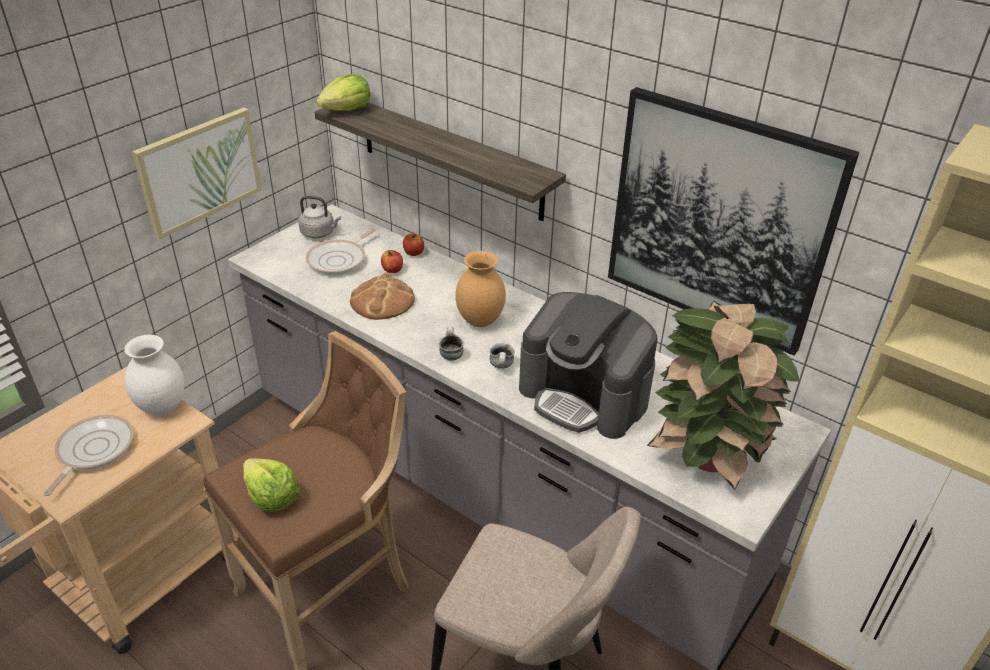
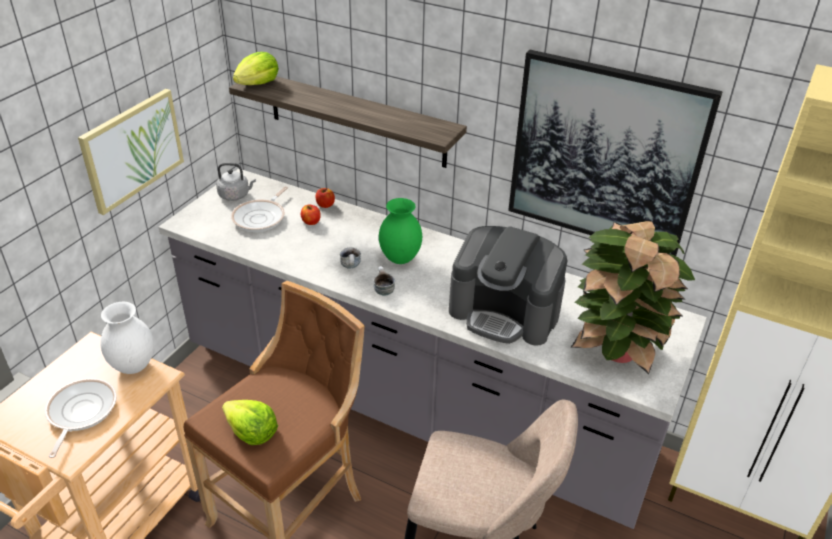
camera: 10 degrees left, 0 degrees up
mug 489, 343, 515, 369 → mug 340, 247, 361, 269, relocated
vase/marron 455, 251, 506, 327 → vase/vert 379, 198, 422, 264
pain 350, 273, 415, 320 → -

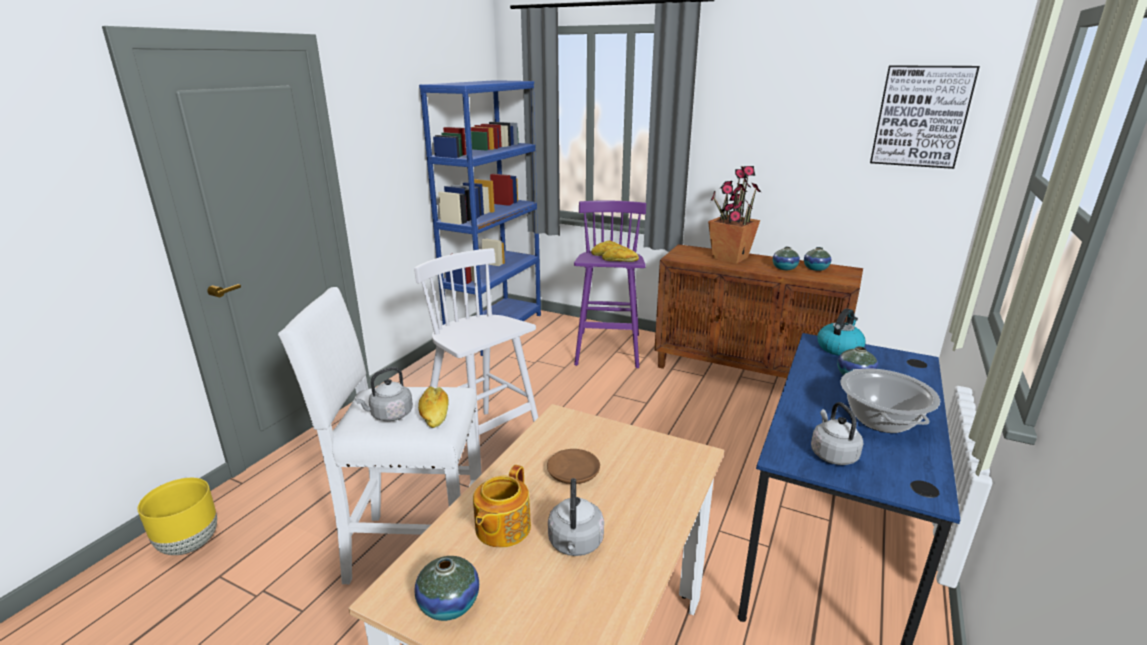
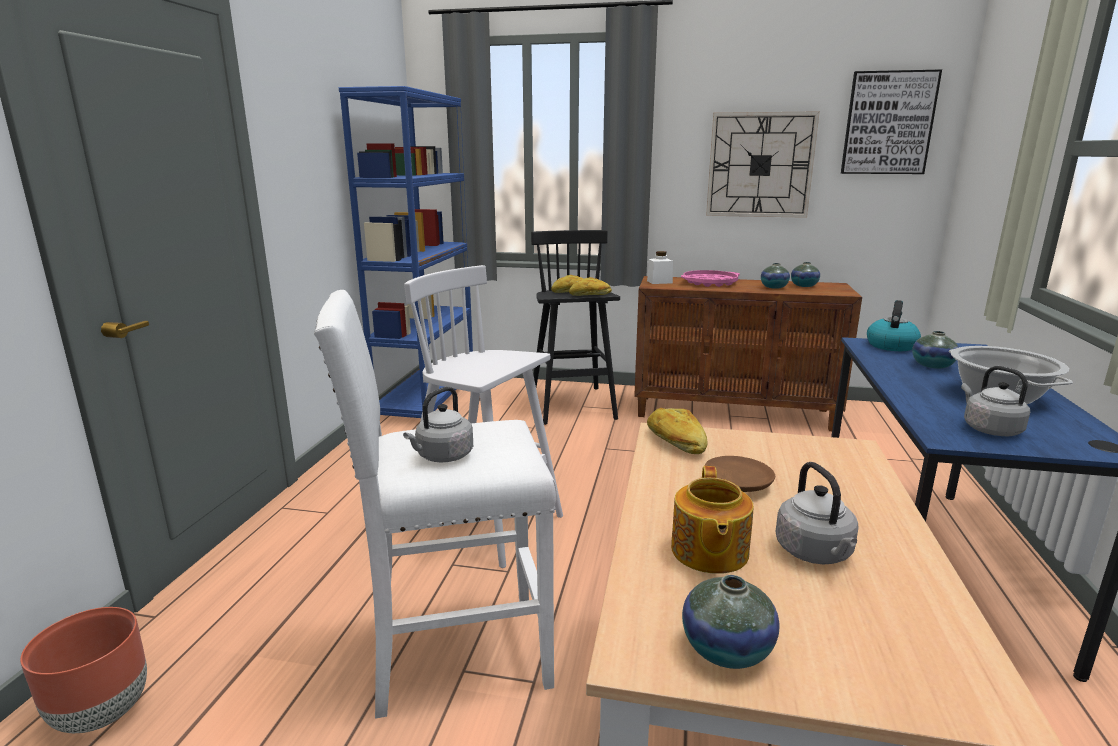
camera: 15 degrees left, 5 degrees down
cache-pot/jaune 137, 478, 217, 555 → cache-pot/marron 20, 607, 147, 733
tabouret/violet 574, 201, 646, 368 → tabouret/noir 531, 230, 620, 425
- → bocal/blanc 647, 251, 673, 284
pain 418, 386, 449, 428 → pain 647, 408, 707, 454, relocated
plante en pot 708, 166, 761, 264 → plateau/rose 681, 270, 740, 287
- → horloge murale 706, 111, 820, 218

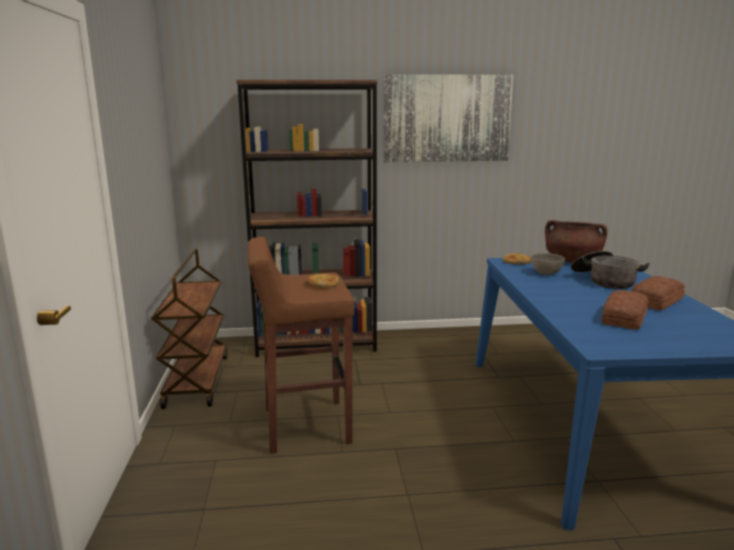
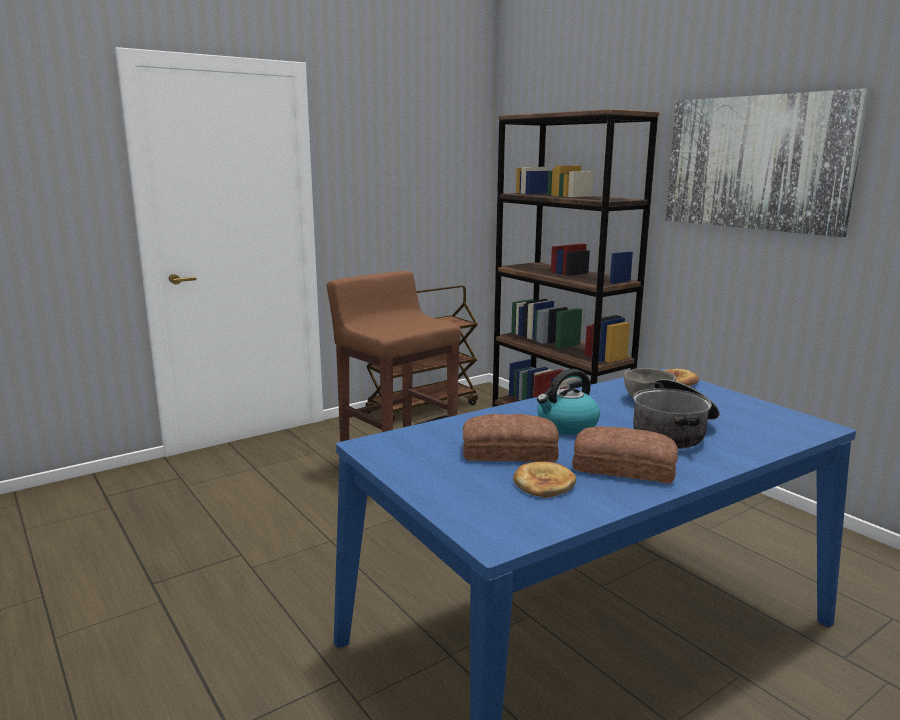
camera: 60 degrees right, 0 degrees up
pain 305, 274, 339, 288 → pain 513, 462, 576, 498, relocated
- → bouilloire 537, 369, 600, 435
marmite/marron 545, 220, 607, 263 → -

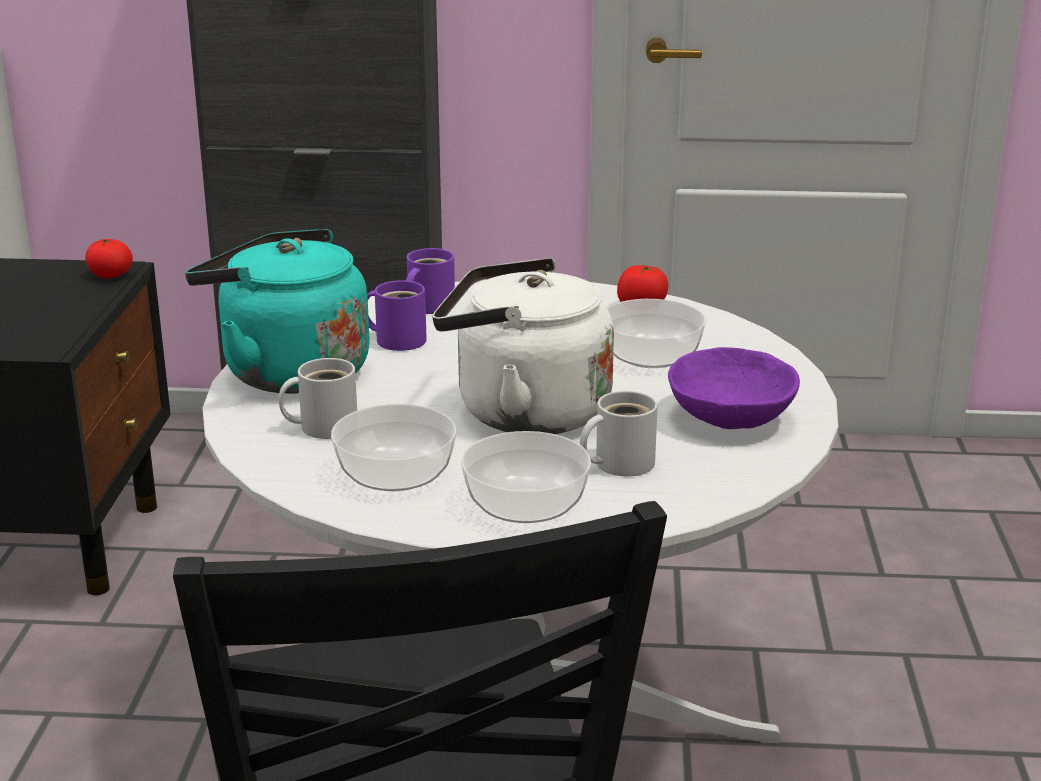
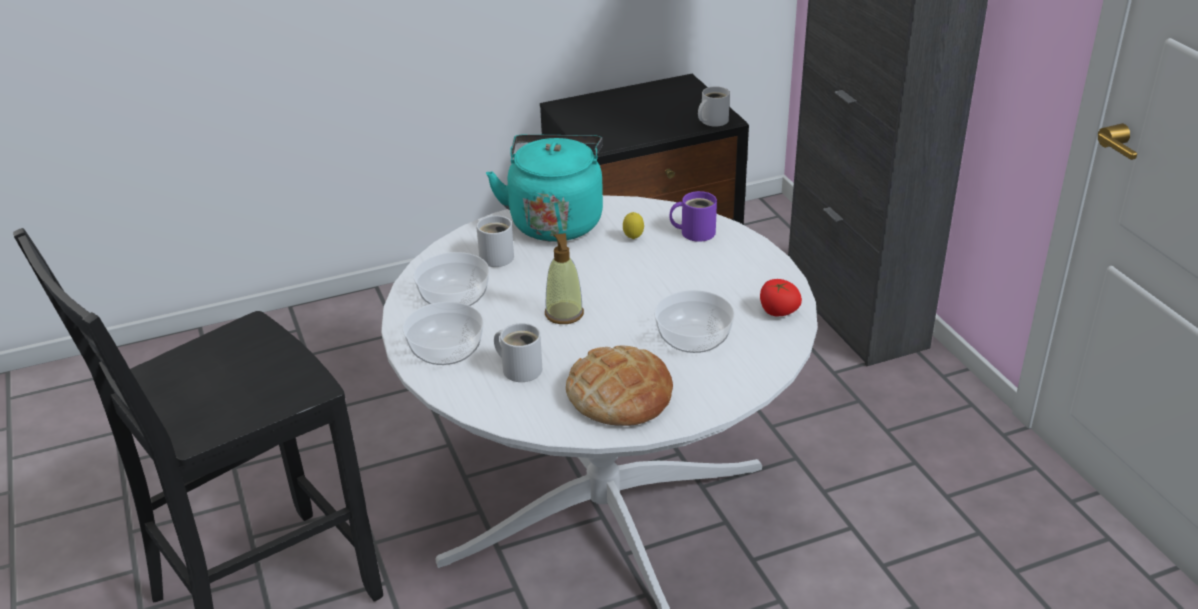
camera: 65 degrees right, 10 degrees up
bouilloire/blanc 432, 258, 614, 434 → distributeur de savon 545, 233, 584, 324
bol/violet 668, 347, 800, 429 → pain 566, 345, 673, 426
mug/violet 367, 280, 427, 351 → citron 623, 212, 644, 239
tomate 85, 239, 133, 278 → mug/blanc 698, 86, 730, 127

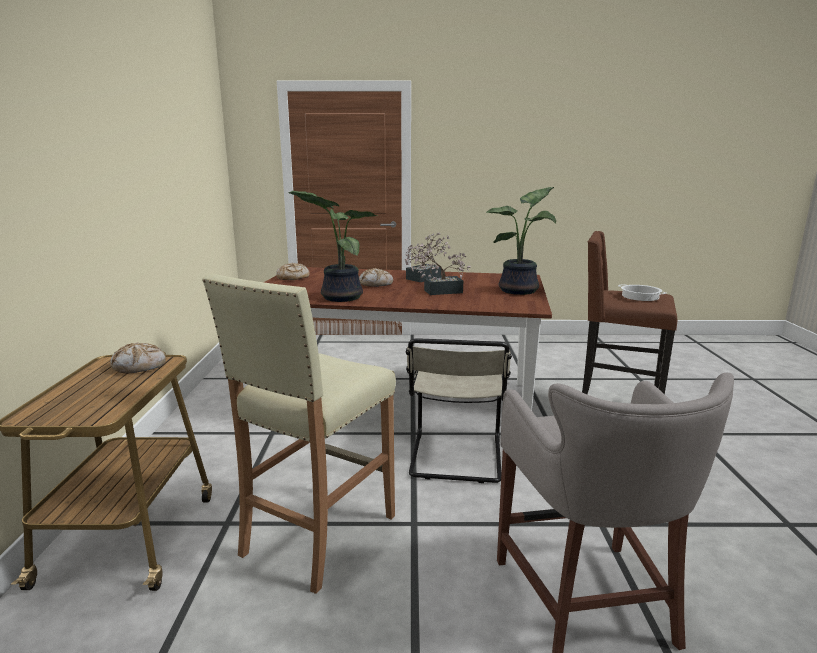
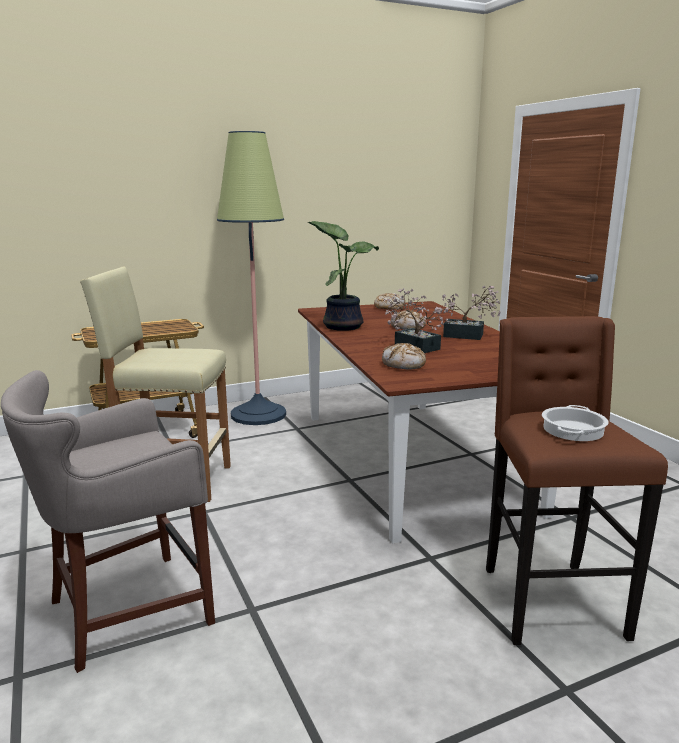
camera: 65 degrees right, 0 degrees up
- → lampadaire 217, 131, 286, 425
pain 110, 342, 166, 374 → pain 382, 343, 426, 370, relocated
chaise/beige 406, 338, 512, 483 → -
plante en pot 486, 187, 556, 295 → -

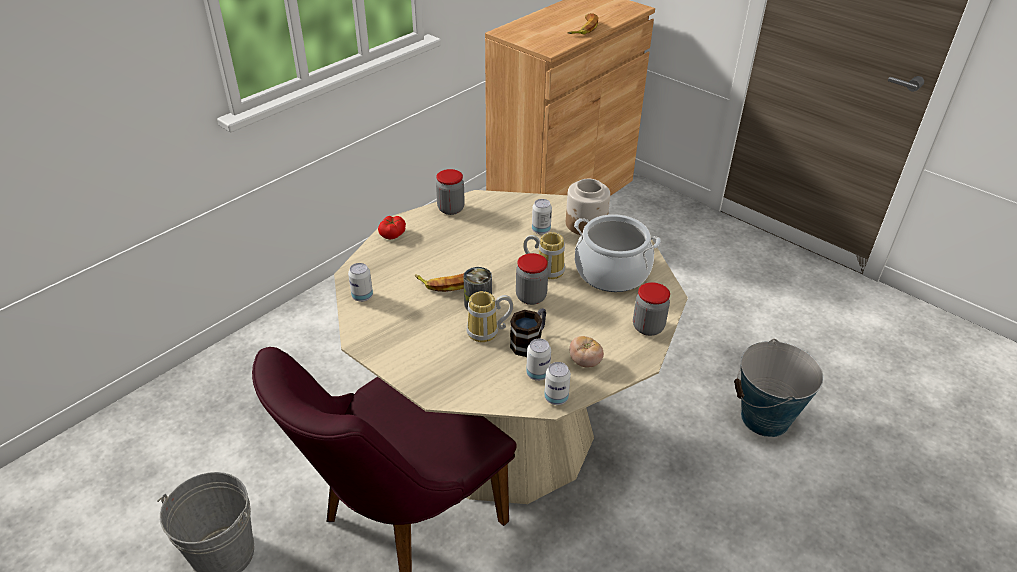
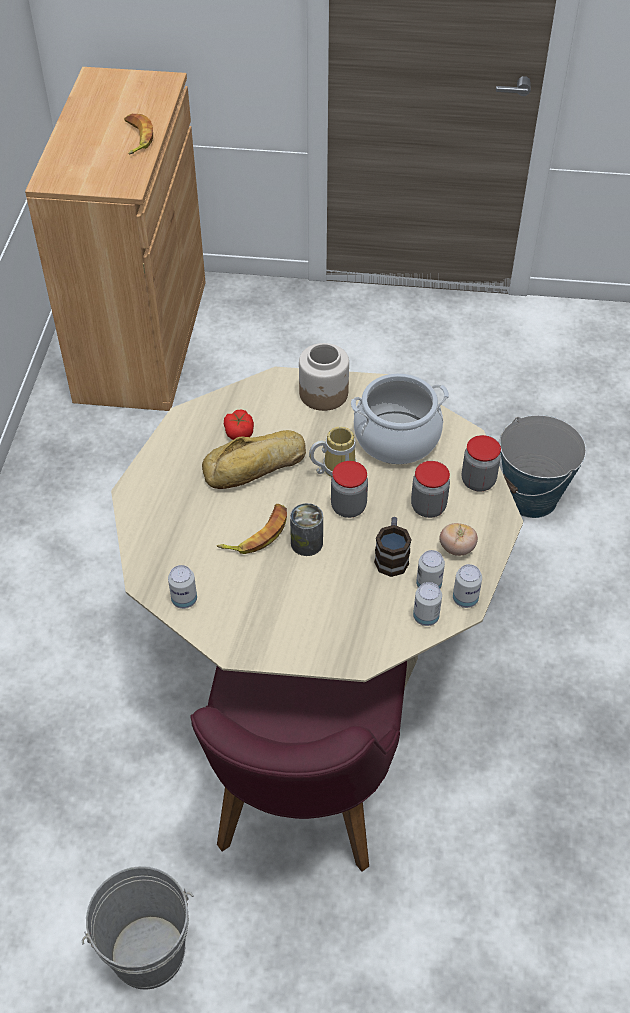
camera: 35 degrees left, 10 degrees up
- → pain 202, 430, 306, 489
tomate 378, 216, 406, 239 → tomate 224, 410, 254, 440, relocated
bocal 436, 169, 465, 215 → bocal 411, 461, 450, 518, relocated
boîte métallique 532, 199, 552, 235 → boîte métallique 413, 582, 442, 626, relocated
mug 466, 291, 513, 342 → -

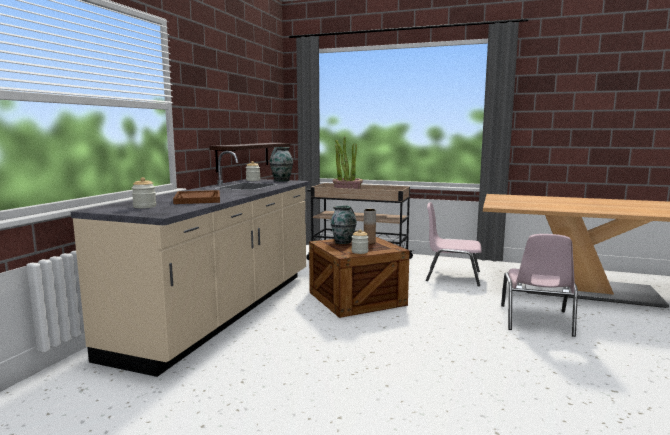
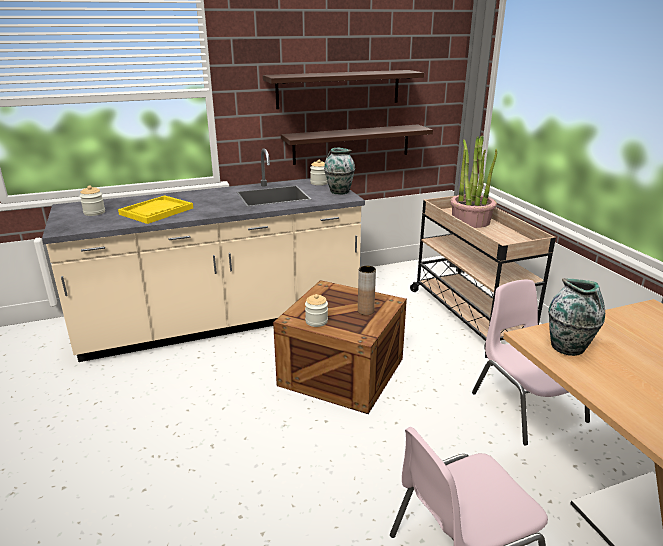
camera: 50 degrees right, 15 degrees up
plateau/marron 173, 190, 220, 204 → plateau/jaune 118, 195, 193, 224
- → étagère 263, 70, 424, 109
vase 331, 206, 357, 244 → vase 548, 278, 605, 356, relocated

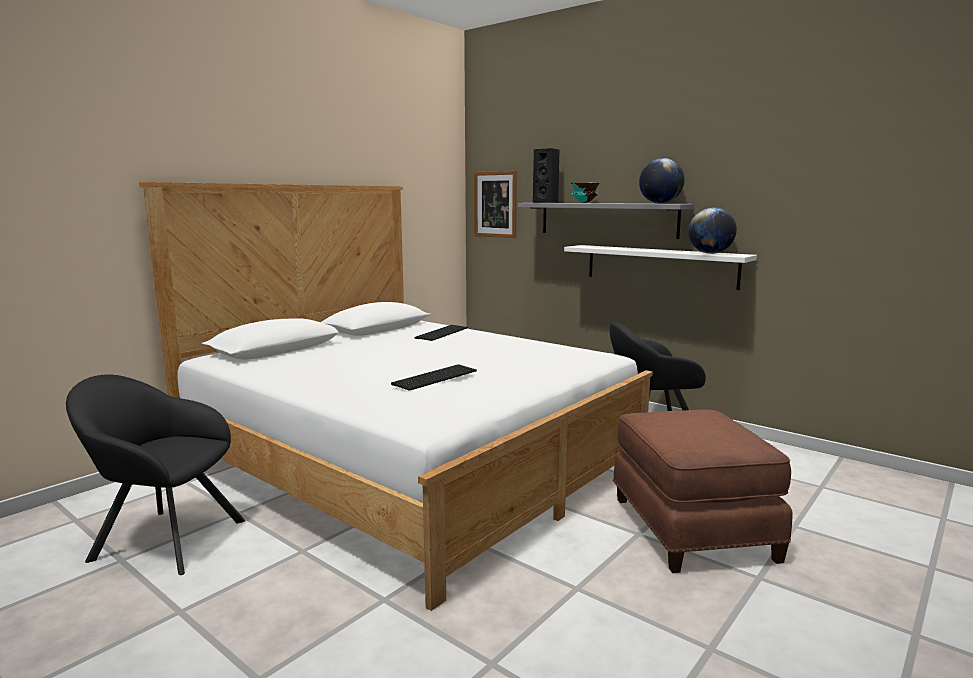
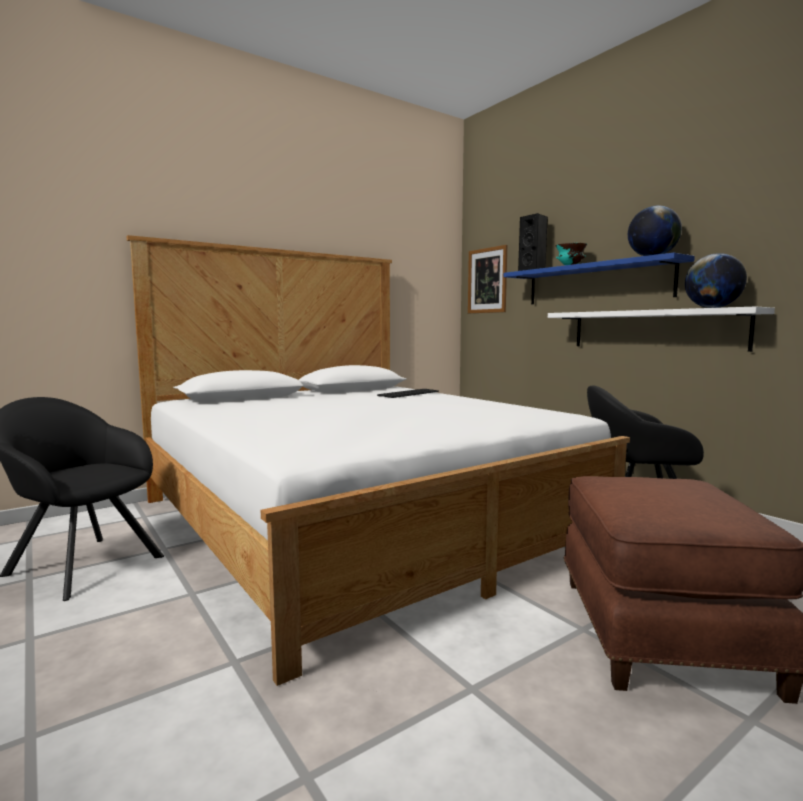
camera: 15 degrees right, 5 degrees down
étagère/gris 518, 203, 694, 239 → étagère/bleu 503, 253, 695, 304
clavier 391, 364, 477, 391 → -

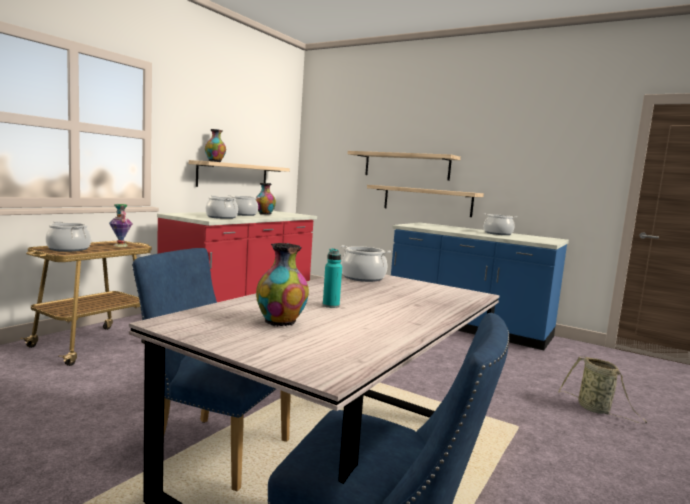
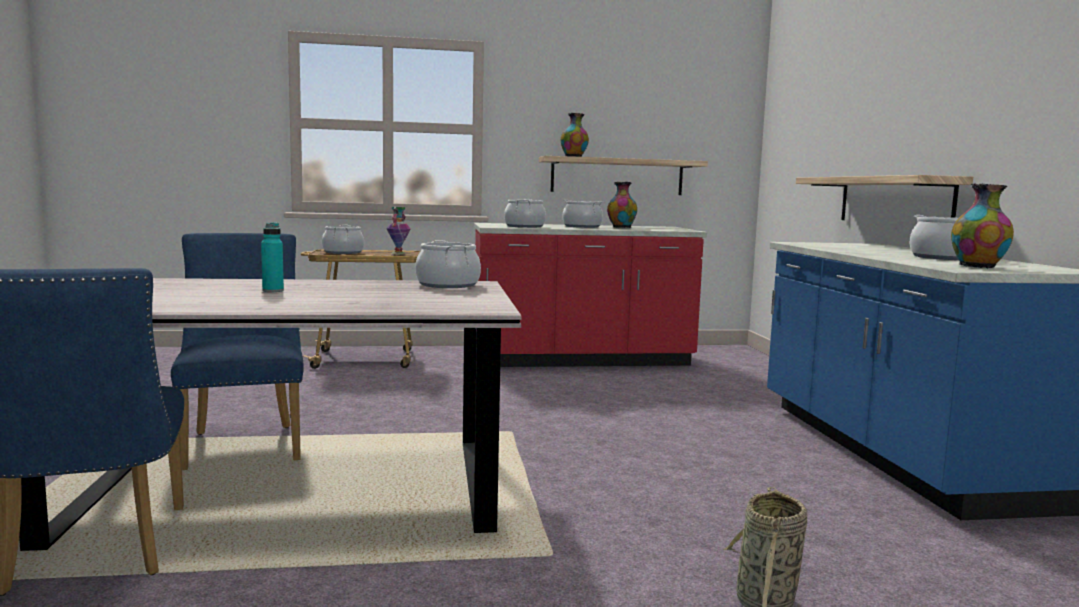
camera: 50 degrees right, 0 degrees up
vase 256, 243, 309, 326 → vase 951, 184, 1014, 268, relocated
étagère 348, 151, 461, 181 → -

